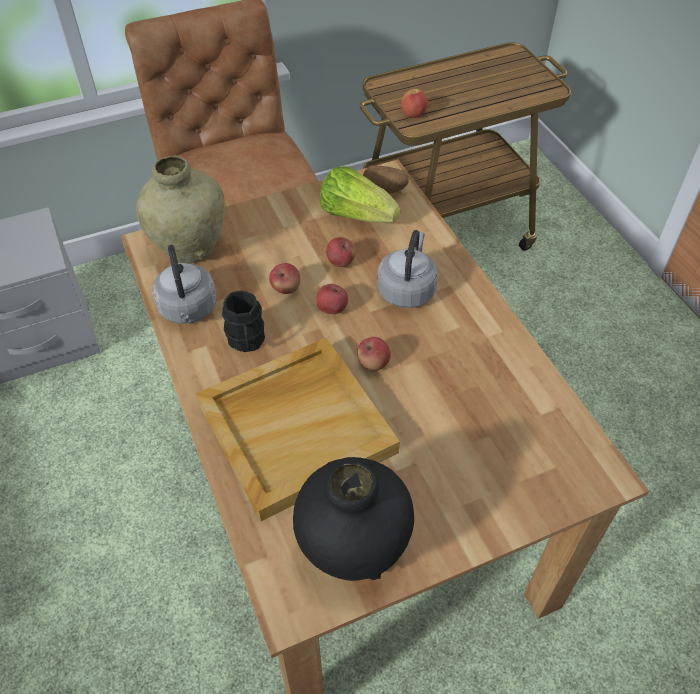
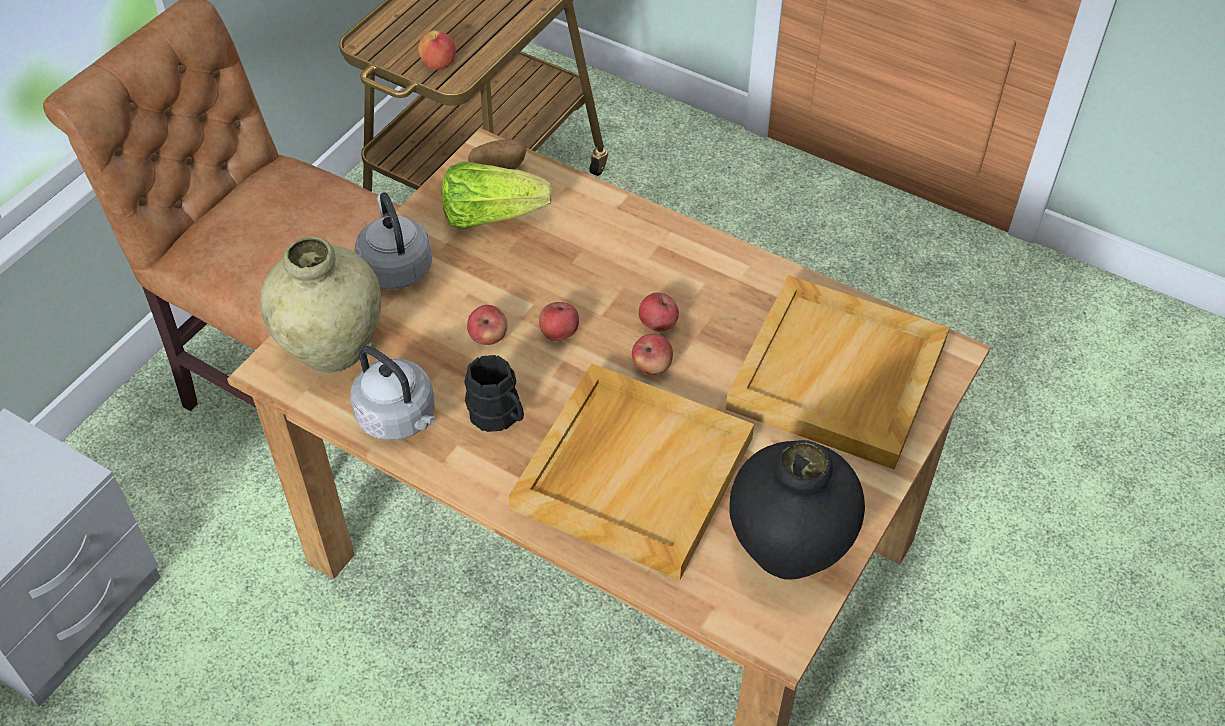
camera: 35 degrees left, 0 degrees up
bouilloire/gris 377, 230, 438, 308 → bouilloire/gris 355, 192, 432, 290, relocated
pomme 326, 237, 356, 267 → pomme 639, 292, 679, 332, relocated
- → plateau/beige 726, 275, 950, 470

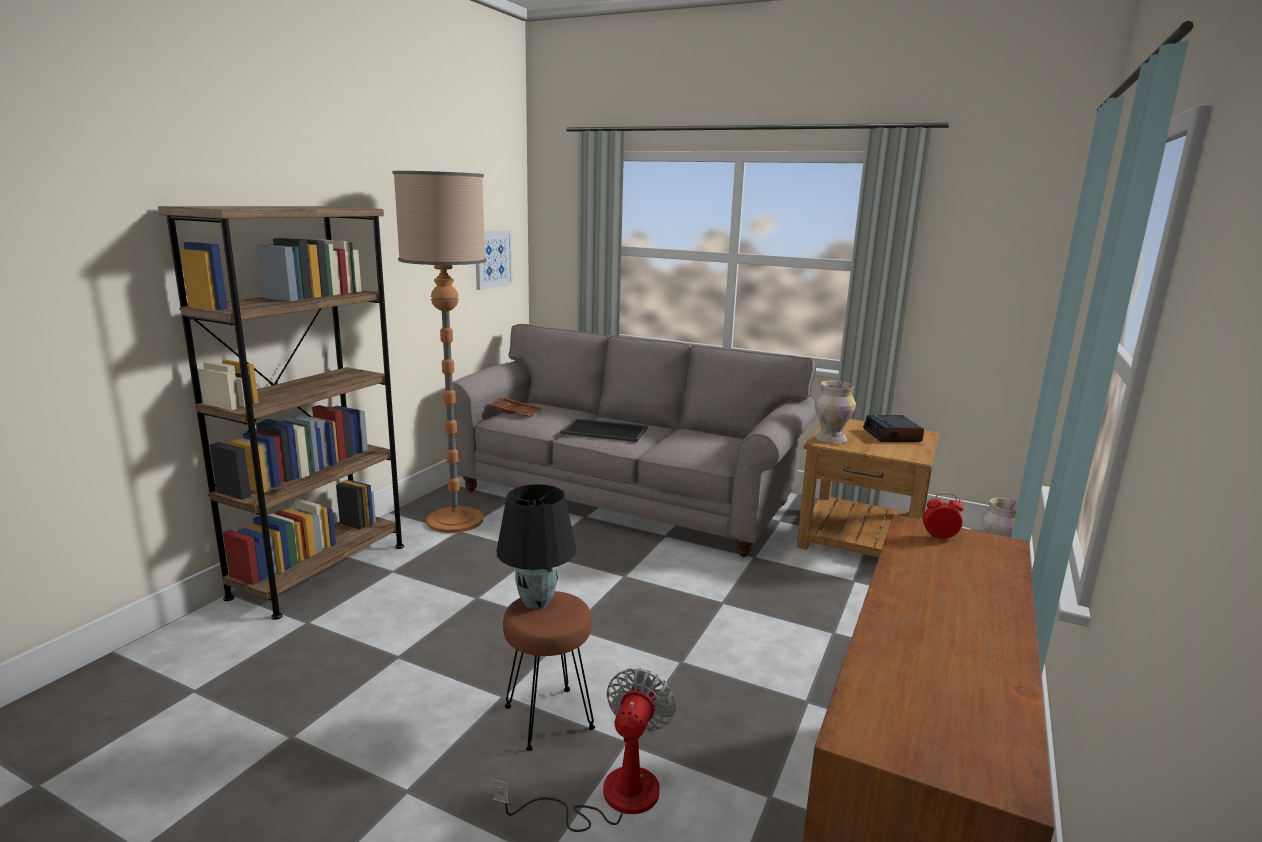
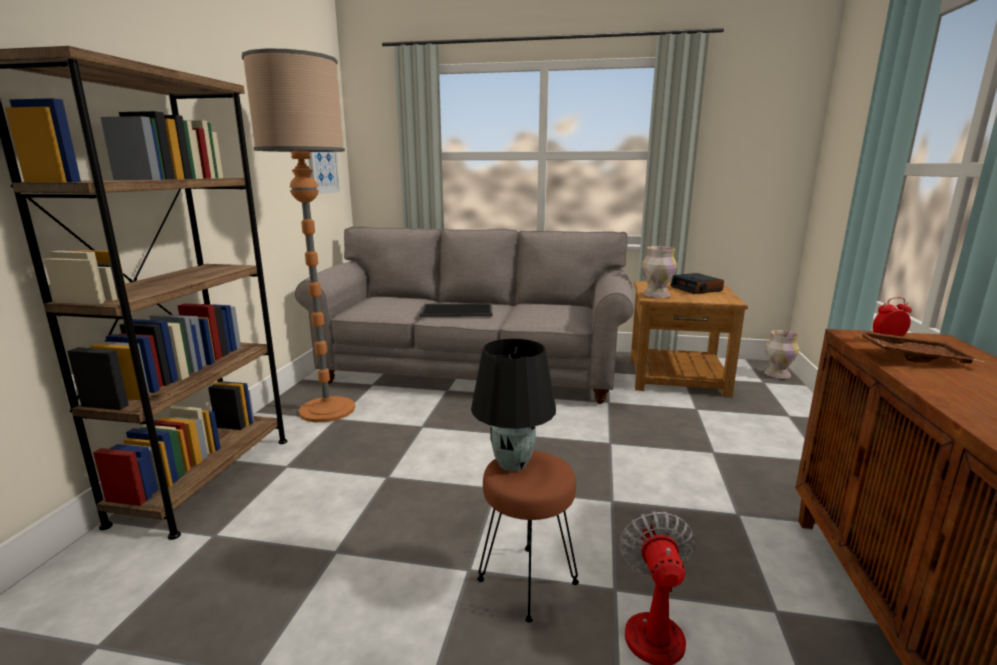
camera: 15 degrees left, 0 degrees up
plateau/marron 490, 397, 542, 417 → plateau/marron 855, 329, 984, 364, relocated

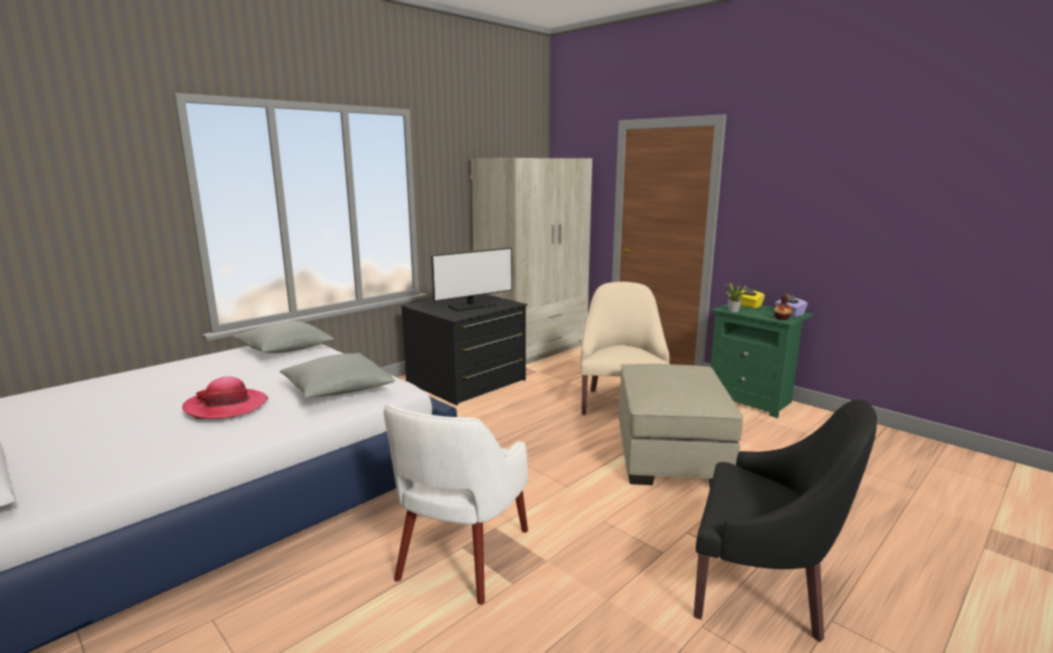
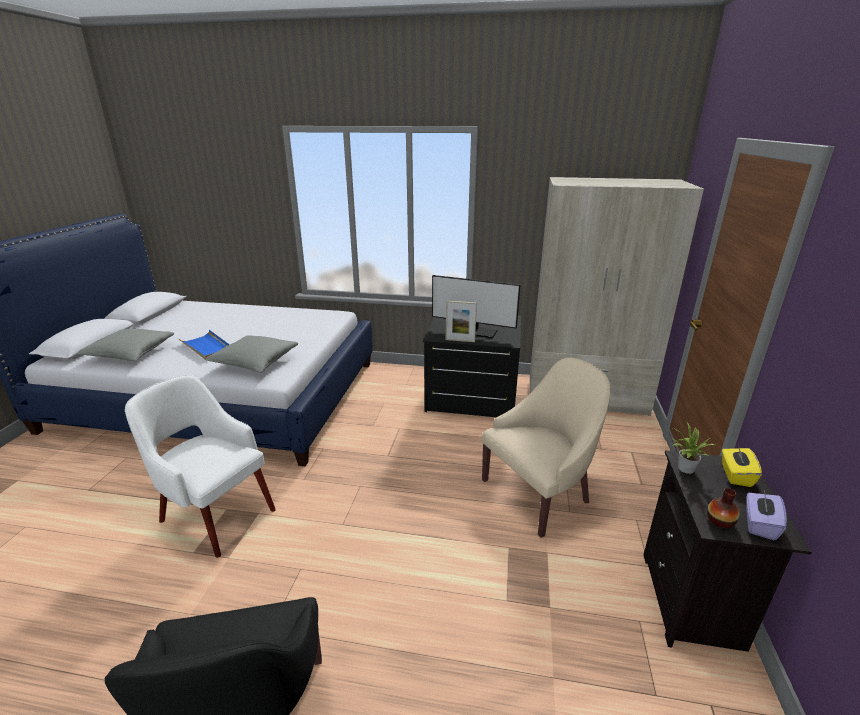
camera: 55 degrees right, 10 degrees up
coussin/gris 233, 321, 334, 353 → coussin/gris 77, 329, 174, 361, relocated
fauteuil/blanc 384, 404, 528, 605 → fauteuil/blanc 125, 375, 276, 558, 45 degrees clockwise
chapeau 182, 376, 268, 419 → plateau/bleu 179, 330, 230, 359
- → cadre photo 446, 301, 477, 342
table de chevet/vert 710, 304, 814, 418 → table de chevet/noir 643, 450, 812, 652
pouf/beige 618, 364, 743, 488 → -

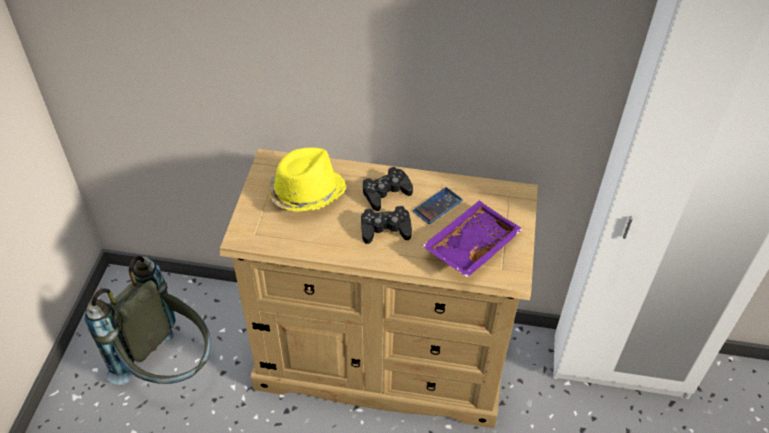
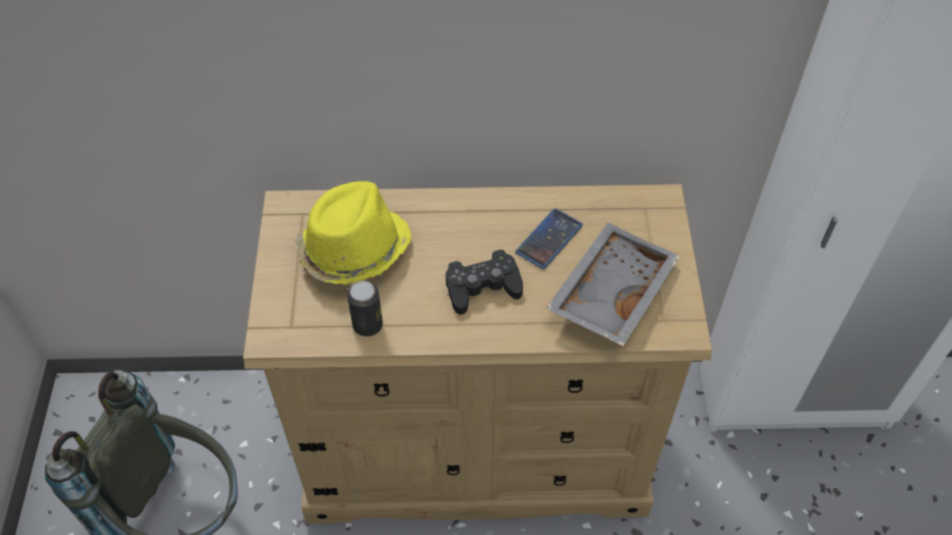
camera: 10 degrees left, 5 degrees up
- → boîte métallique 347, 281, 383, 336
plateau/violet 422, 200, 523, 278 → plateau/gris 546, 222, 680, 346
manette/noir 363, 167, 413, 211 → -

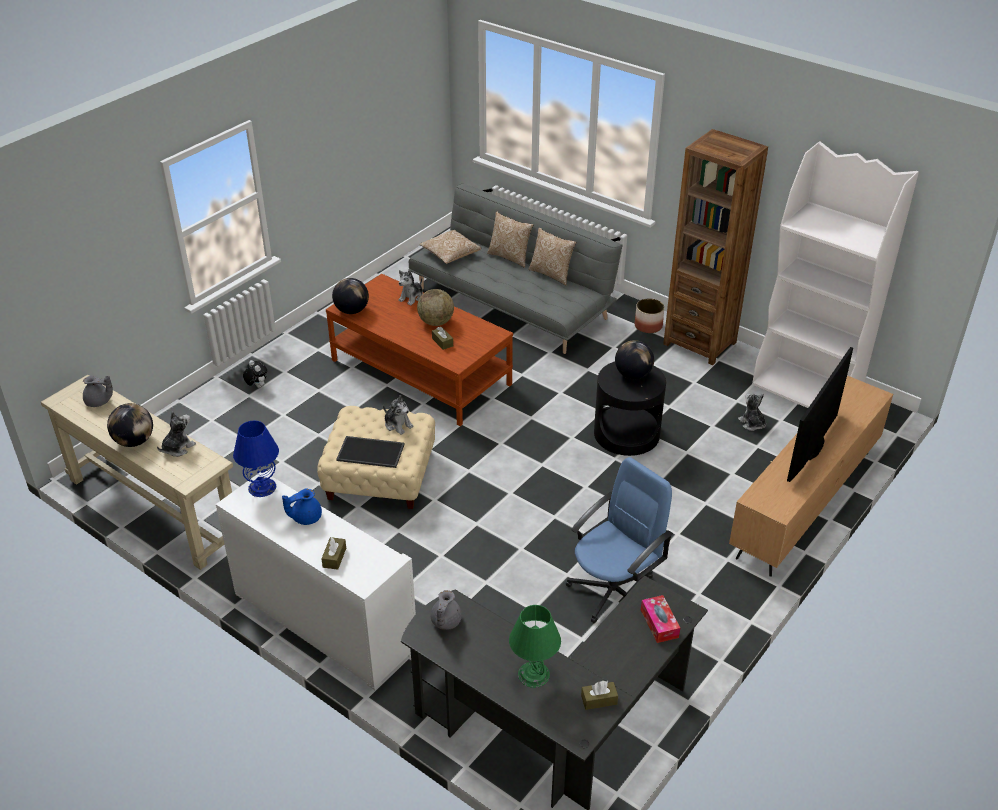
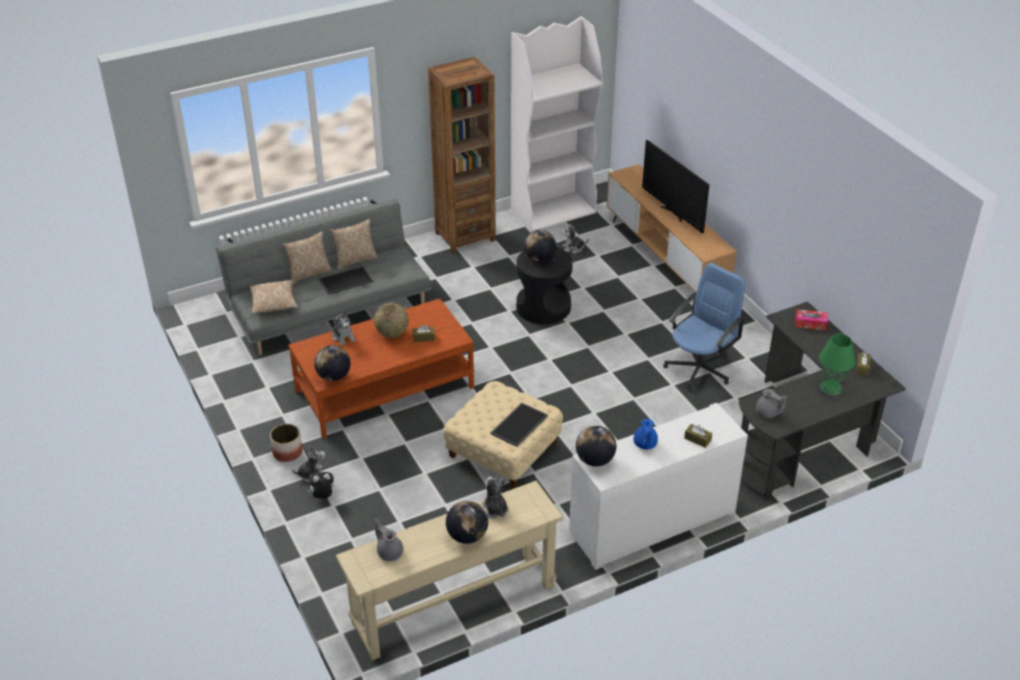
camera: 65 degrees left, 0 degrees up
cache-pot 635, 298, 665, 333 → cache-pot 270, 424, 303, 462, relocated
peluche 383, 395, 414, 435 → peluche 292, 447, 325, 482, relocated
- → plateau 319, 266, 373, 295
théière/gris 83, 376, 113, 407 → théière/gris 375, 518, 403, 561, 75 degrees counterclockwise
lampe de table/bleu 233, 421, 279, 497 → globe 576, 426, 616, 467
chaise de bureau/bleu 566, 457, 673, 623 → chaise de bureau/bleu 663, 263, 746, 390, 60 degrees clockwise

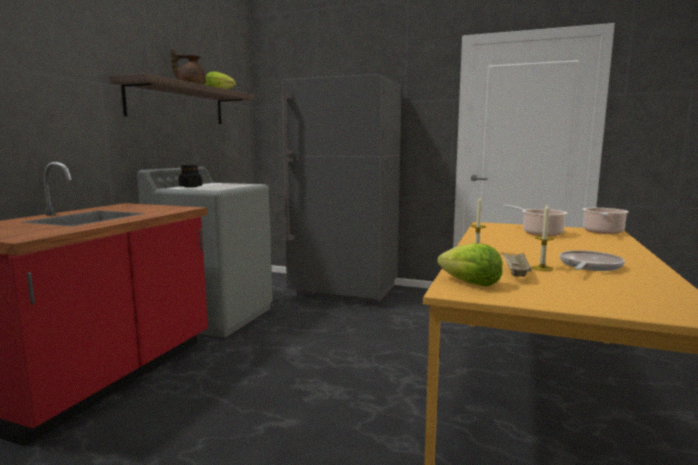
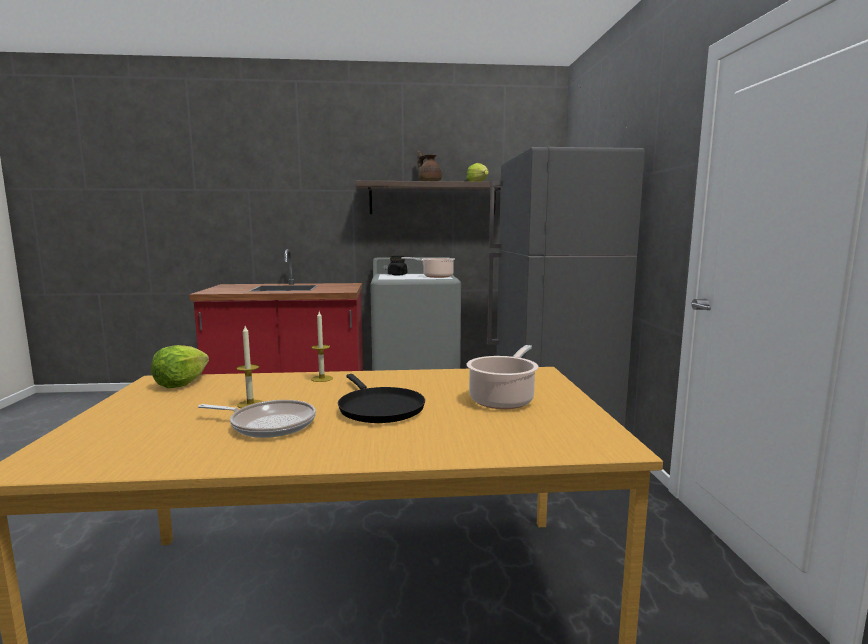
camera: 65 degrees right, 0 degrees up
- → poêle/noir 338, 374, 425, 423
marmite 582, 208, 629, 234 → marmite 401, 257, 455, 278, relocated
plateau/beige 502, 251, 532, 277 → -

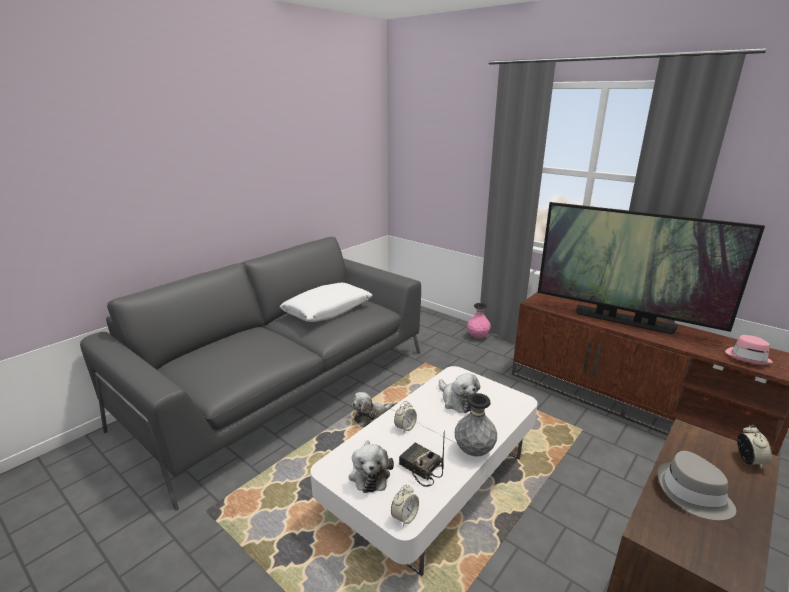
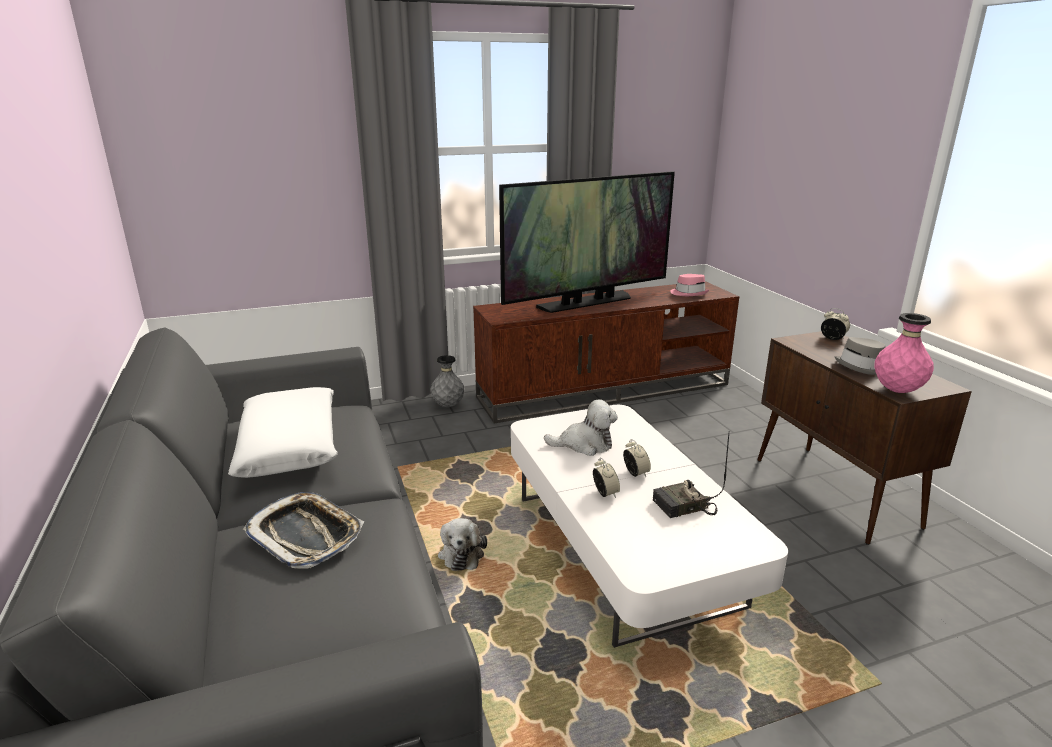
camera: 60 degrees left, 0 degrees up
- → plateau 243, 492, 365, 569
vase/gris 455, 393, 497, 457 → vase/gris 430, 355, 465, 407, relocated
réveil 391, 485, 419, 527 → réveil 623, 439, 651, 477, relocated
vase/rose 467, 303, 491, 338 → vase/rose 874, 313, 934, 393, relocated
peluche 349, 440, 394, 493 → -

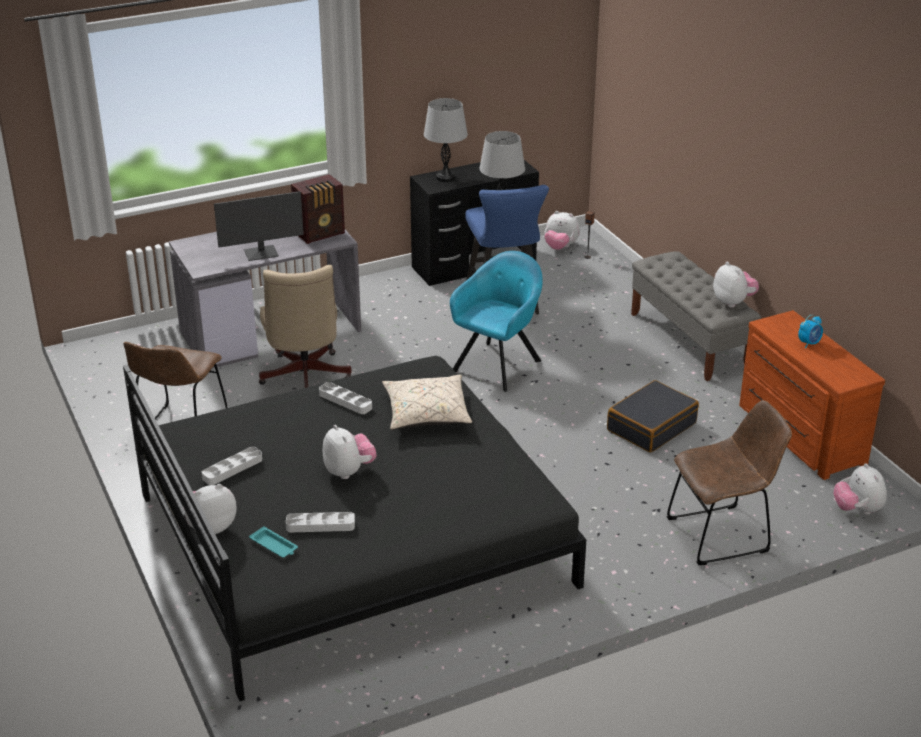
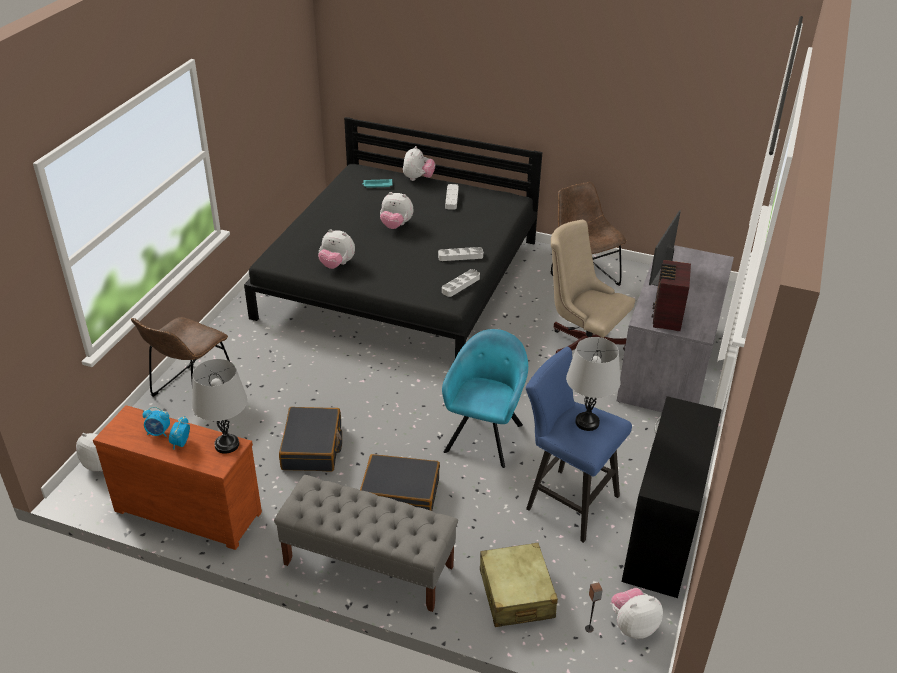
camera: 135 degrees right, 5 degrees up
- → réveil 143, 407, 170, 437
lampe de table/gris 424, 98, 468, 182 → lampe de table/gris 192, 359, 247, 454, relocated
peluche 713, 262, 759, 308 → peluche 318, 229, 355, 269, relocated
- → valise/noir 360, 454, 440, 511
plateau/gris 286, 512, 355, 532 → plateau/gris 442, 269, 480, 297, relocated
fauteuil/turquoise 450, 251, 543, 392 → fauteuil/turquoise 442, 329, 528, 468, 150 degrees counterclockwise
- → valise/beige 480, 543, 558, 627
coussin/beige 382, 375, 472, 430 → -

